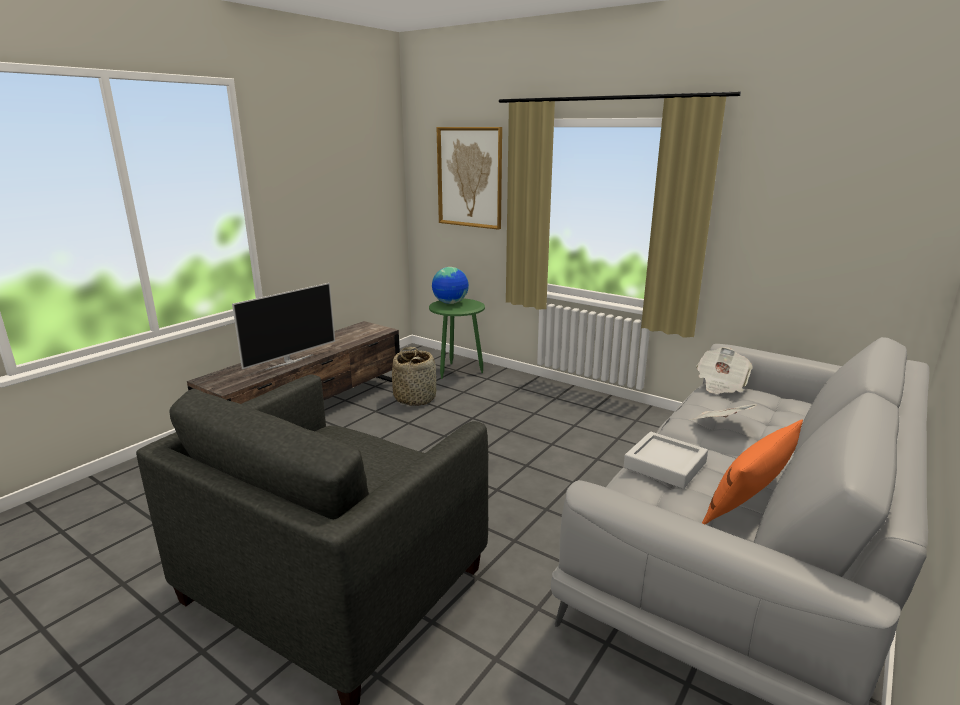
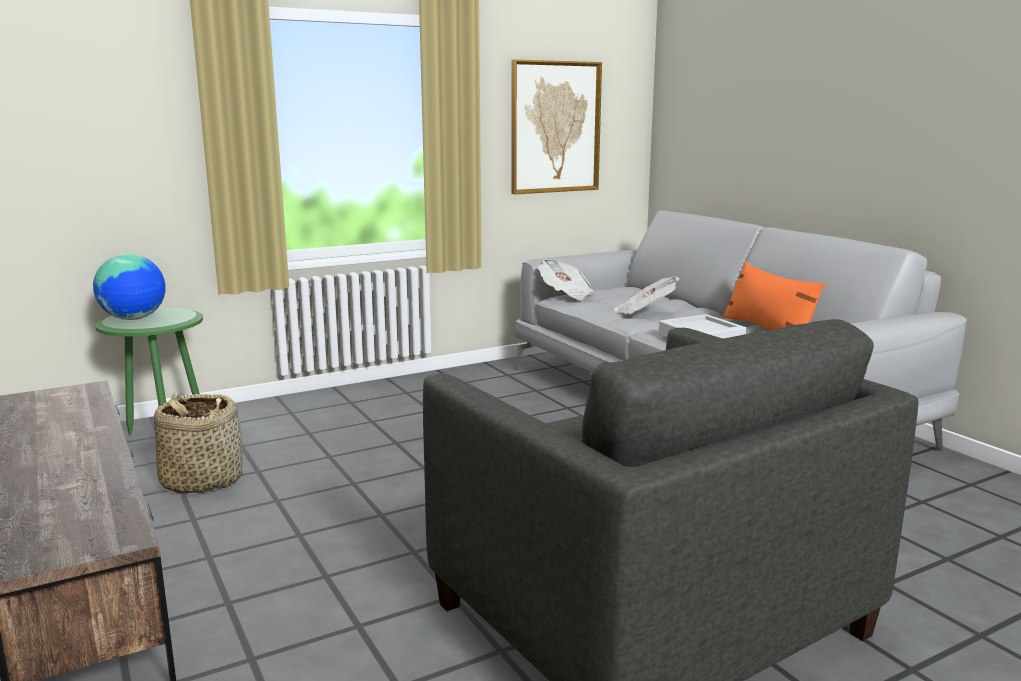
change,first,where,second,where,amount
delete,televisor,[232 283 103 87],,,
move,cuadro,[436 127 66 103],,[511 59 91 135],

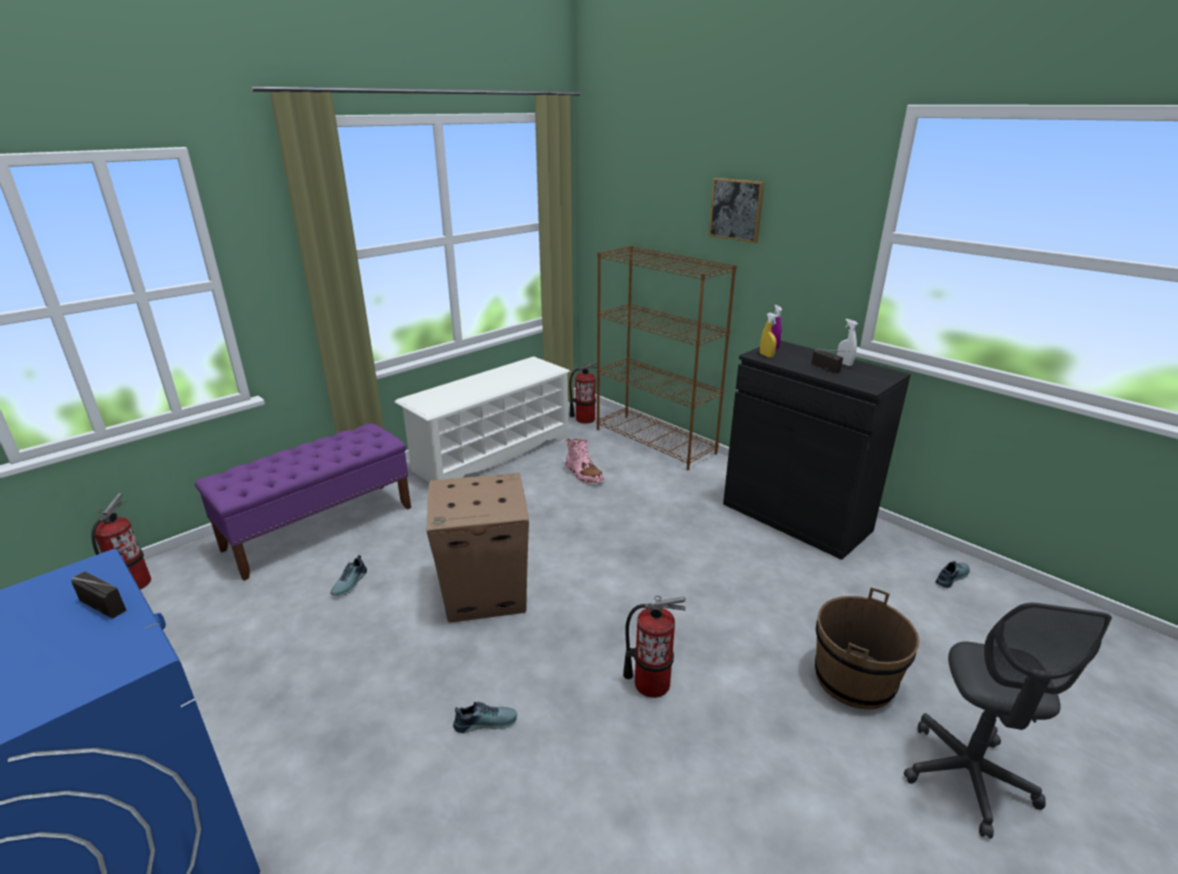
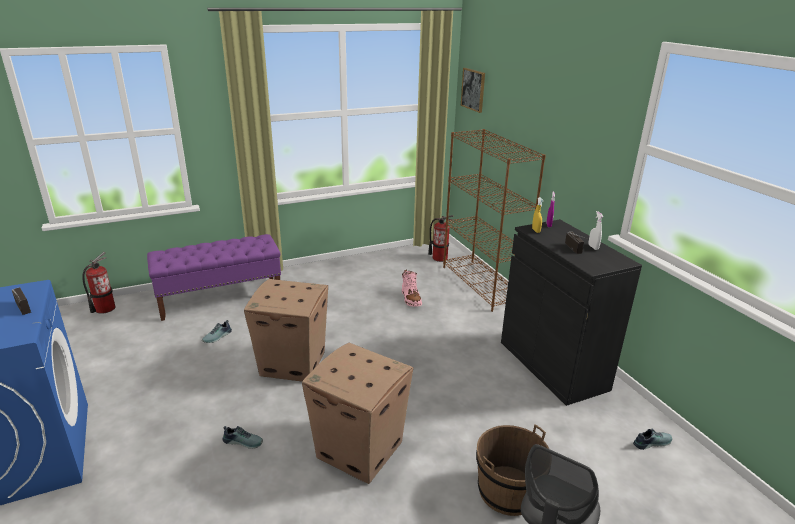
change,first,where,second,where,amount
delete,zapatero (blanco),[395 356 176 126],,,
replace,extintor,[623 596 63 102],caja de cartón,[302 343 112 141],
move,cuadro,[709 178 55 65],,[461 68 24 45],

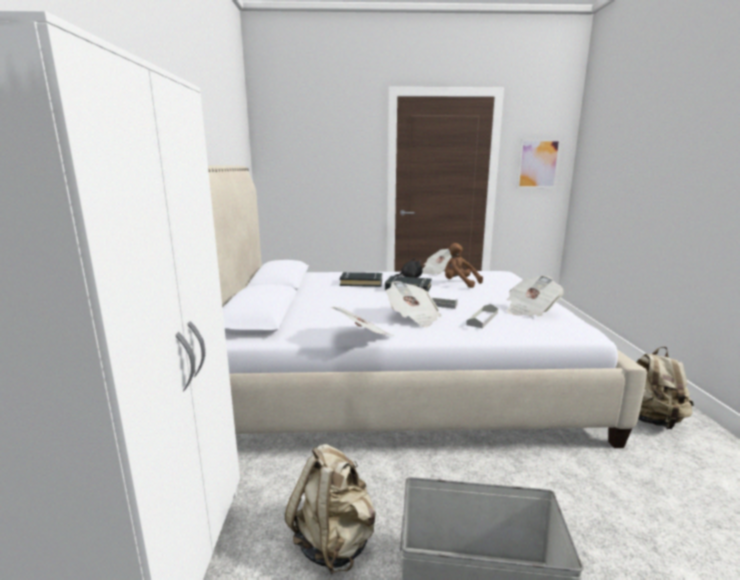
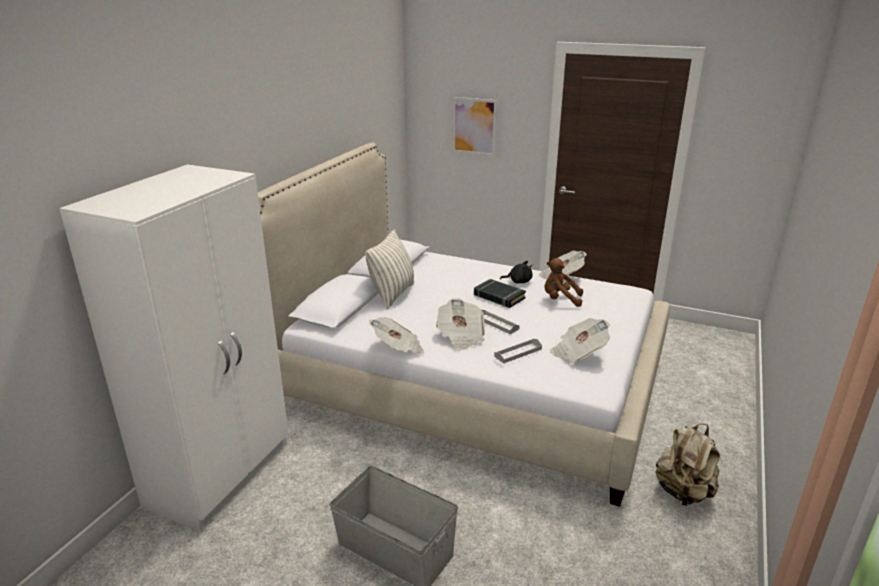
change,first,where,second,where,amount
delete,mochila (beis),[285 444 91 130],,,
delete,libro (negro),[340 272 42 15],,,
rotate,peluche (marrón),[445 243 38 45],,[545 258 38 49],45 degrees counterclockwise
move,cuadro,[516 139 45 50],,[452 97 45 59],
insert,,,cojín,[365 229 49 80],

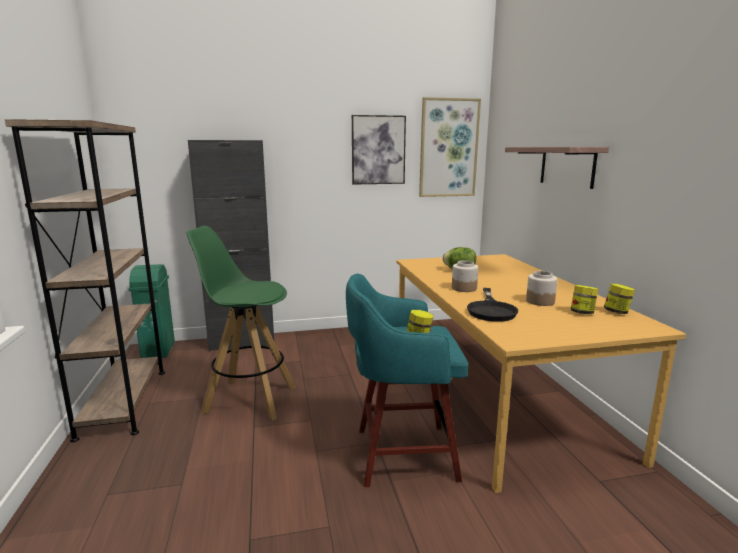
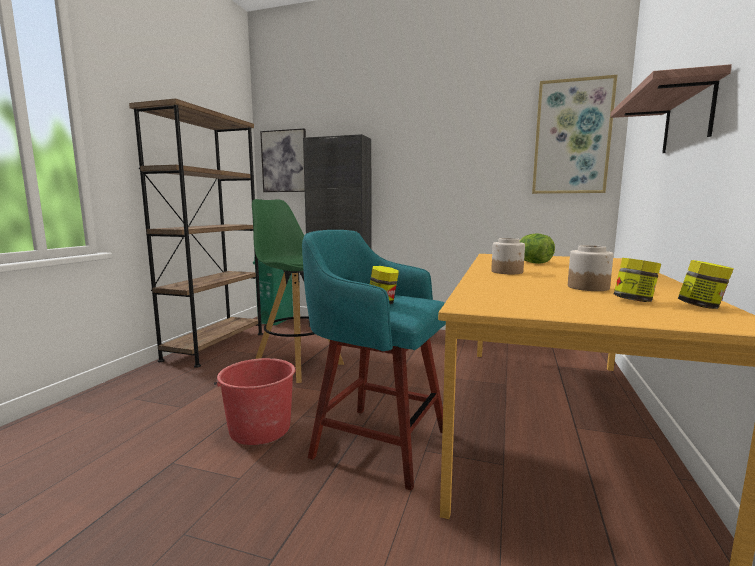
change,first,where,second,where,amount
move,cuadro,[352 115 54 70],,[260 128 46 64],
delete,sartén (negro),[467 288 51 34],,,
insert,,,cubo (rojo),[214 358 82 87],

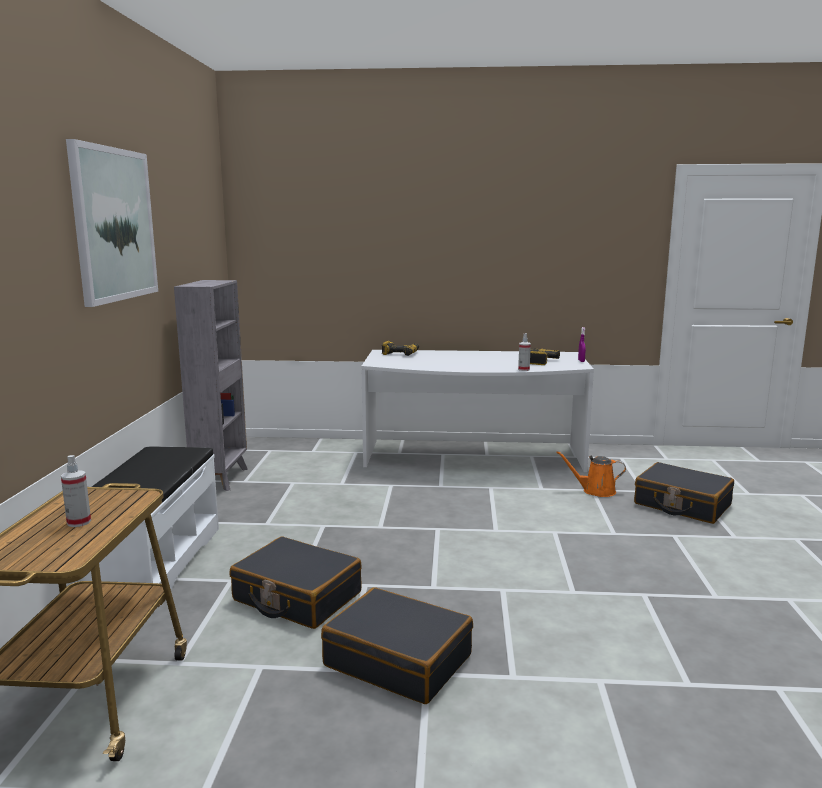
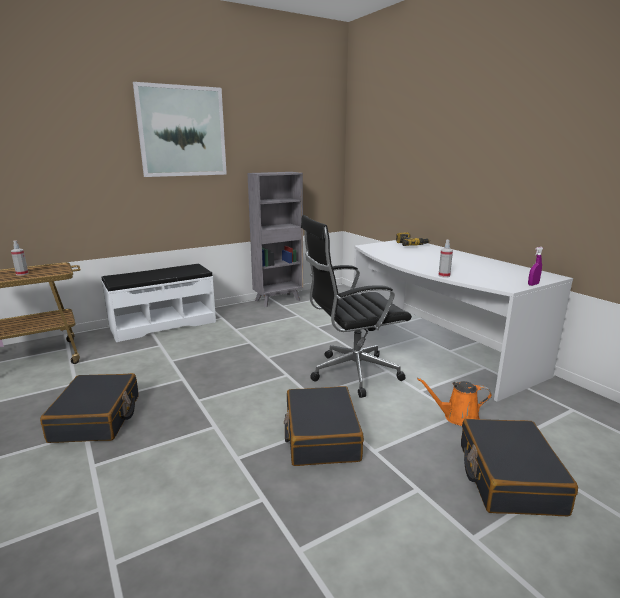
change,first,where,second,where,amount
move,maleta (negro),[229 537 133 92],,[284 386 80 80],
delete,taladro,[530 349 30 16],,,
rotate,regadera (naranja),[556 451 70 46],,[417 378 75 48],60 degrees counterclockwise
insert,,,silla de oficina (negro),[301 215 111 183],

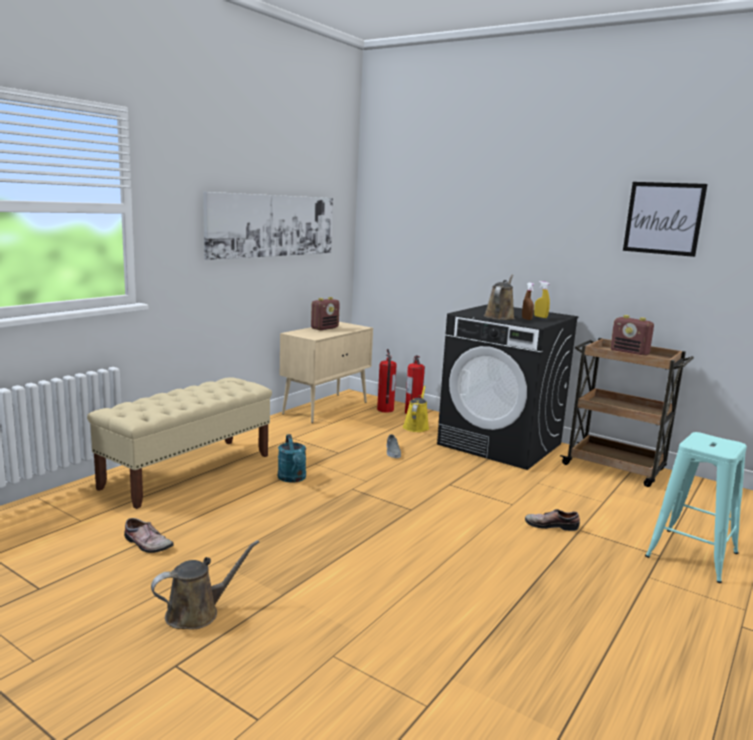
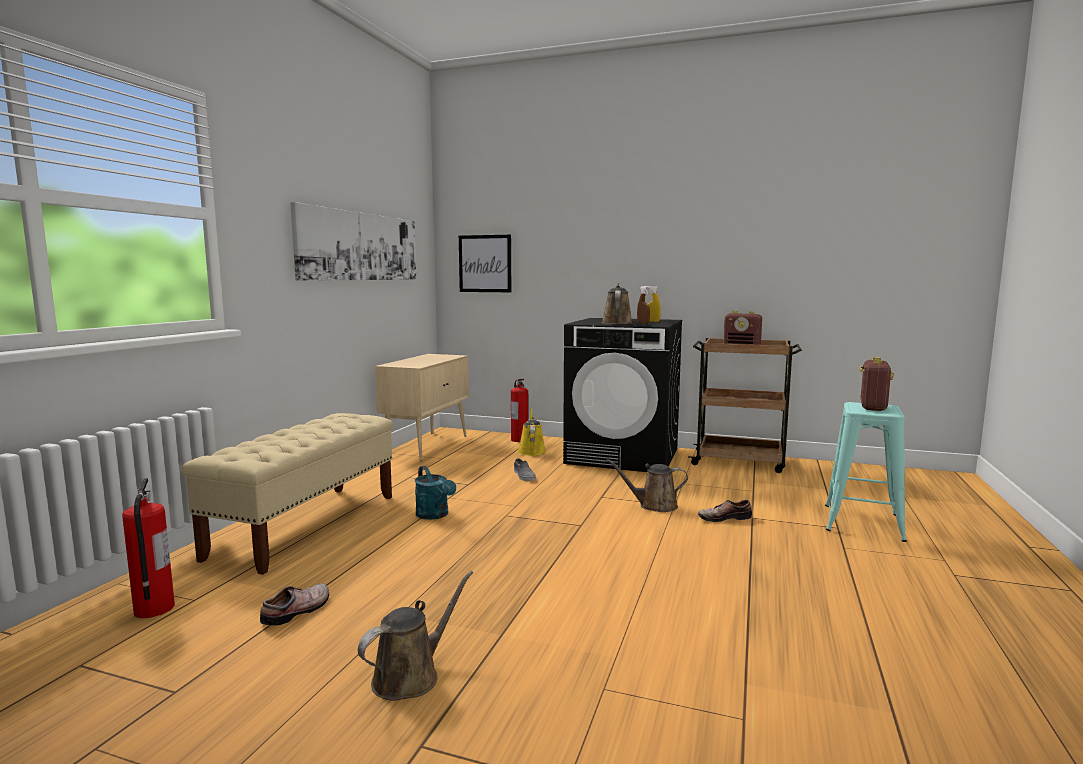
change,first,where,second,where,amount
rotate,zapato,[124 518 50 35],,[260 583 69 43],75 degrees counterclockwise
move,radio,[311 297 29 33],,[860 357 34 54],
move,extintor,[377 349 20 64],,[122 478 53 140],
move,cuadro,[623 182 85 75],,[459 235 52 57],
insert,,,regadera (marrón),[607 459 81 53],

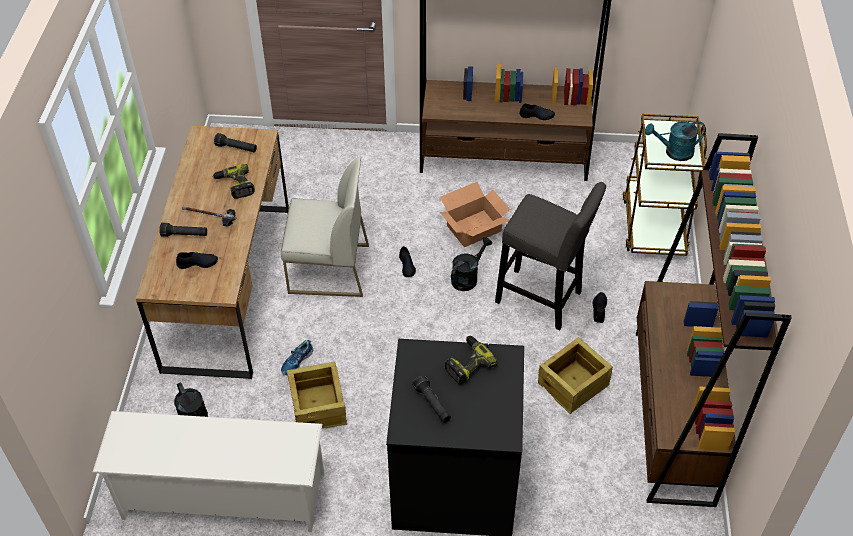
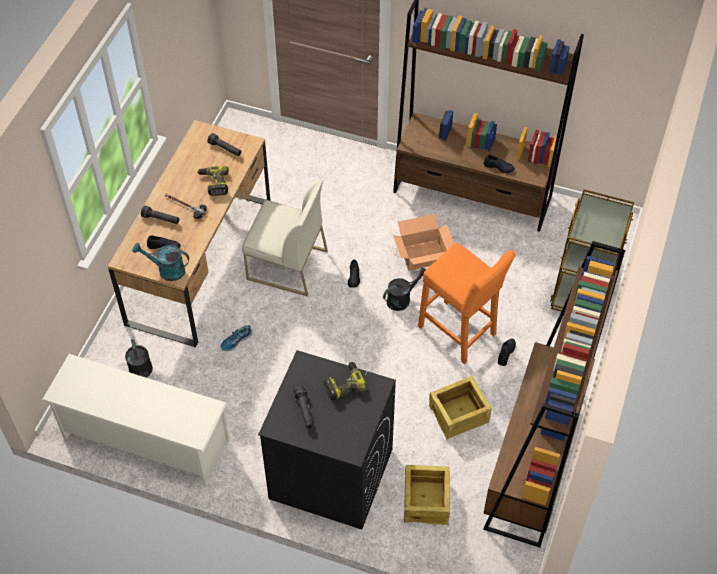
change,first,where,second,where,amount
move,caja de embalaje,[287 362 60 66],,[404 465 46 60],
recolor,taburete (gris),[495 182 111 148],taburete (naranja),[418 243 98 121],
move,regadera (turquesa),[645 121 61 40],,[132 243 57 38],

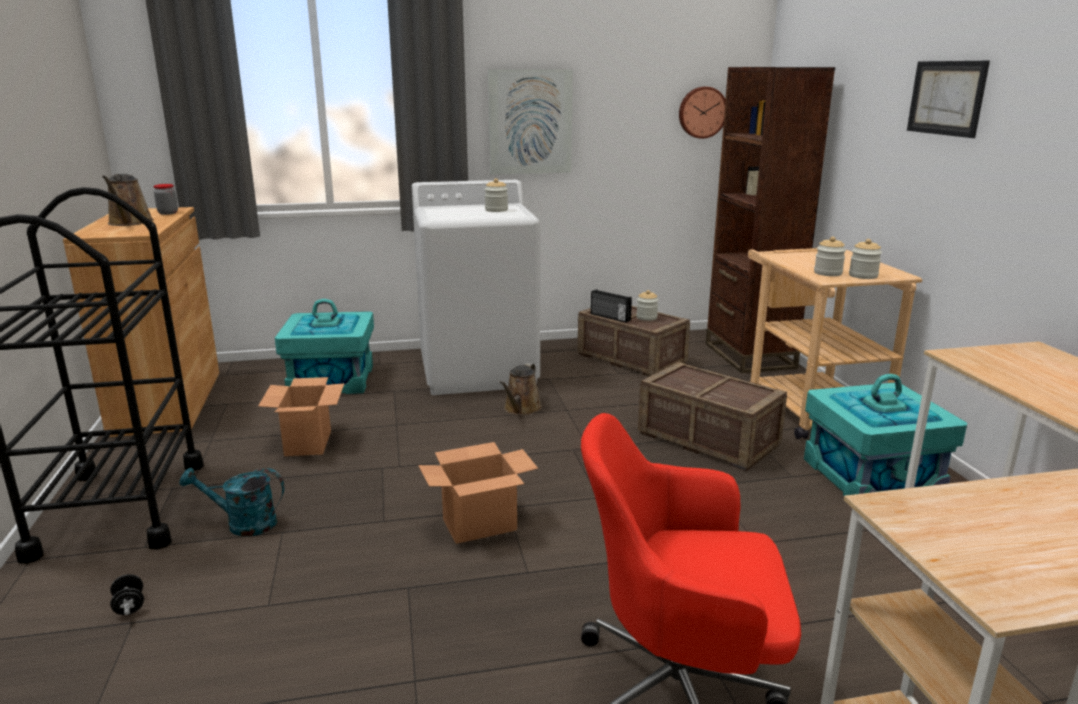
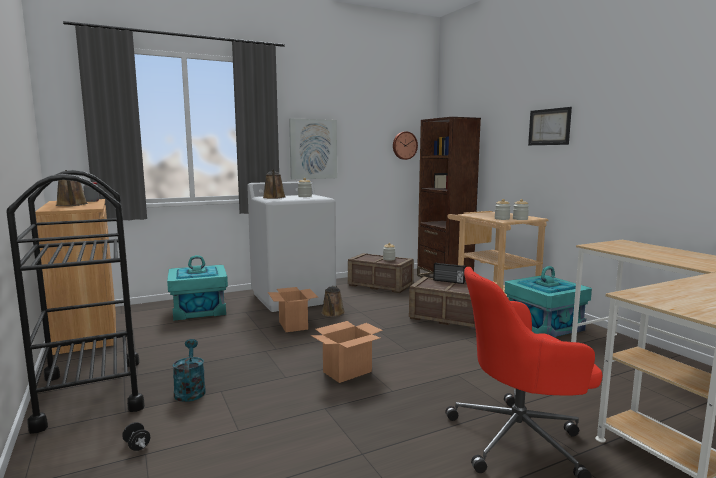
change,first,where,second,where,amount
rotate,regadera (turquesa),[180 467 104 69],,[173 339 33 63],90 degrees clockwise
move,caja de cartón,[258 377 86 79],,[268 287 50 45],
move,radio,[591 289 41 34],,[433 263 33 21],
insert,,,regadera (marrón),[263 169 22 30],

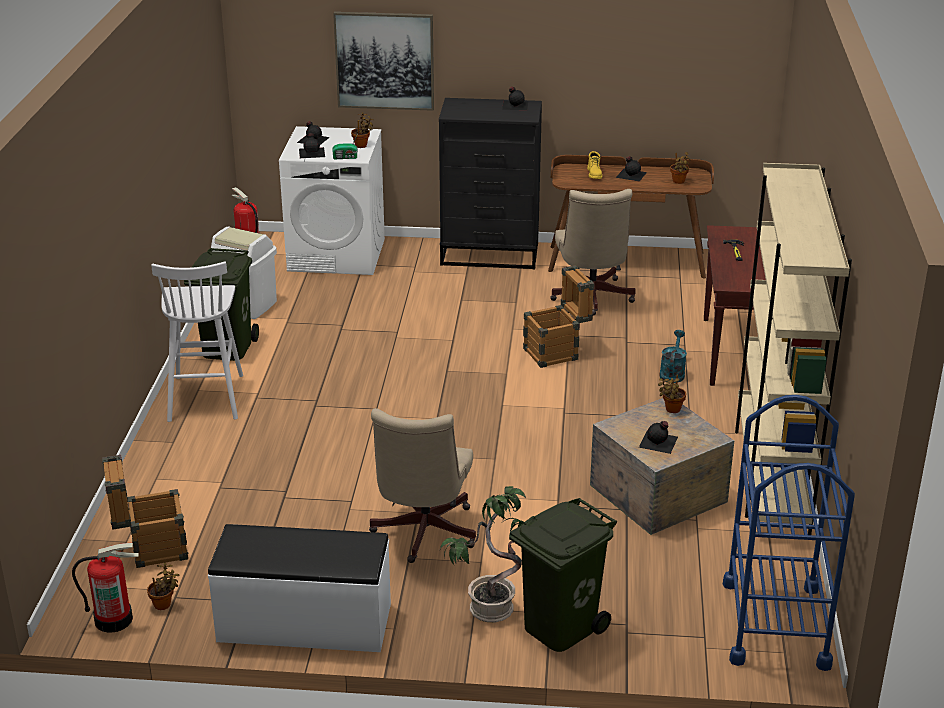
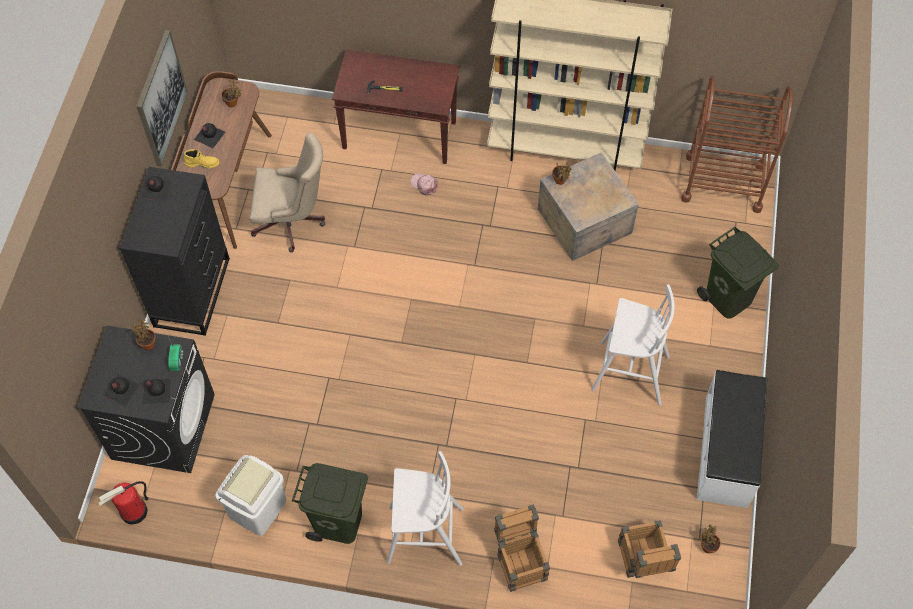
change,first,where,second,where,amount
delete,extintor,[72 543 67 90],,,
recolor,lavadora (blanco),[279 126 106 149],lavadora (negro),[77 325 138 148],
move,cuadro,[333 12 101 99],,[136 30 52 136],
replace,silla de oficina (beis),[369 408 107 155],taburete (blanco),[591 284 84 121],
delete,planta en maceta,[440 486 86 136],,,
move,caja de embalaje,[523 265 71 103],,[494 504 56 88],
delete,botella (negro),[639 421 39 33],,,
replace,regadera (turquesa),[659 330 28 53],gorra (rosa),[410 173 28 22],
recolor,carrito (azul),[723 395 132 276],carrito (marrón),[681 76 112 137],

